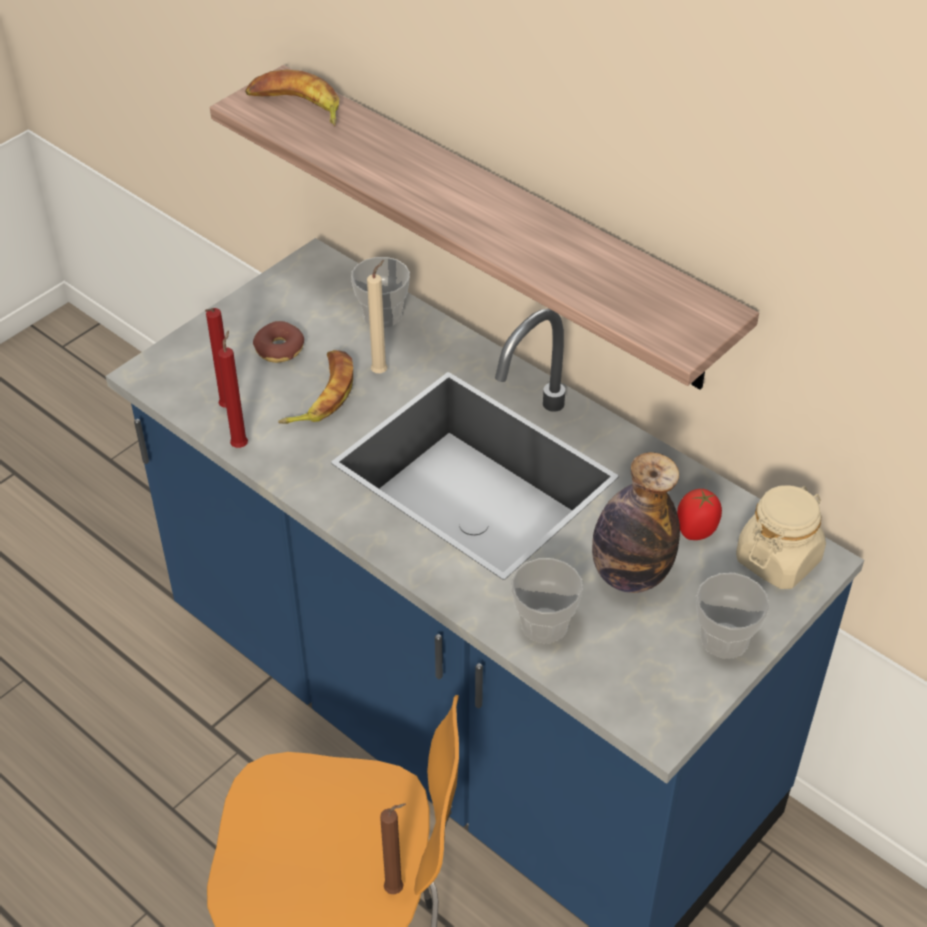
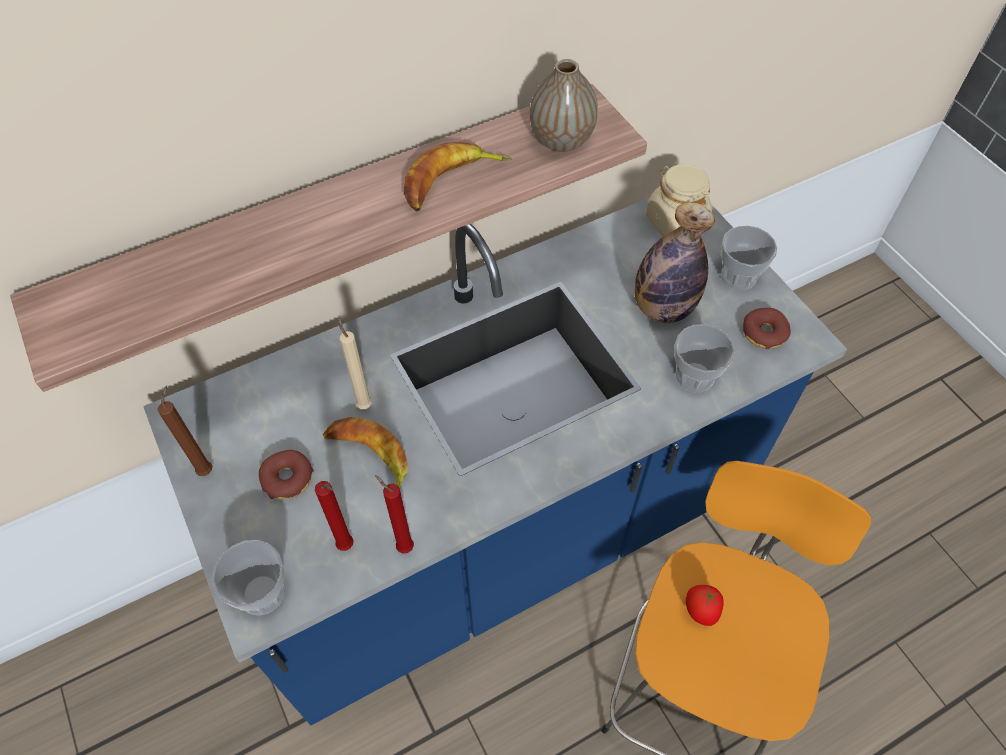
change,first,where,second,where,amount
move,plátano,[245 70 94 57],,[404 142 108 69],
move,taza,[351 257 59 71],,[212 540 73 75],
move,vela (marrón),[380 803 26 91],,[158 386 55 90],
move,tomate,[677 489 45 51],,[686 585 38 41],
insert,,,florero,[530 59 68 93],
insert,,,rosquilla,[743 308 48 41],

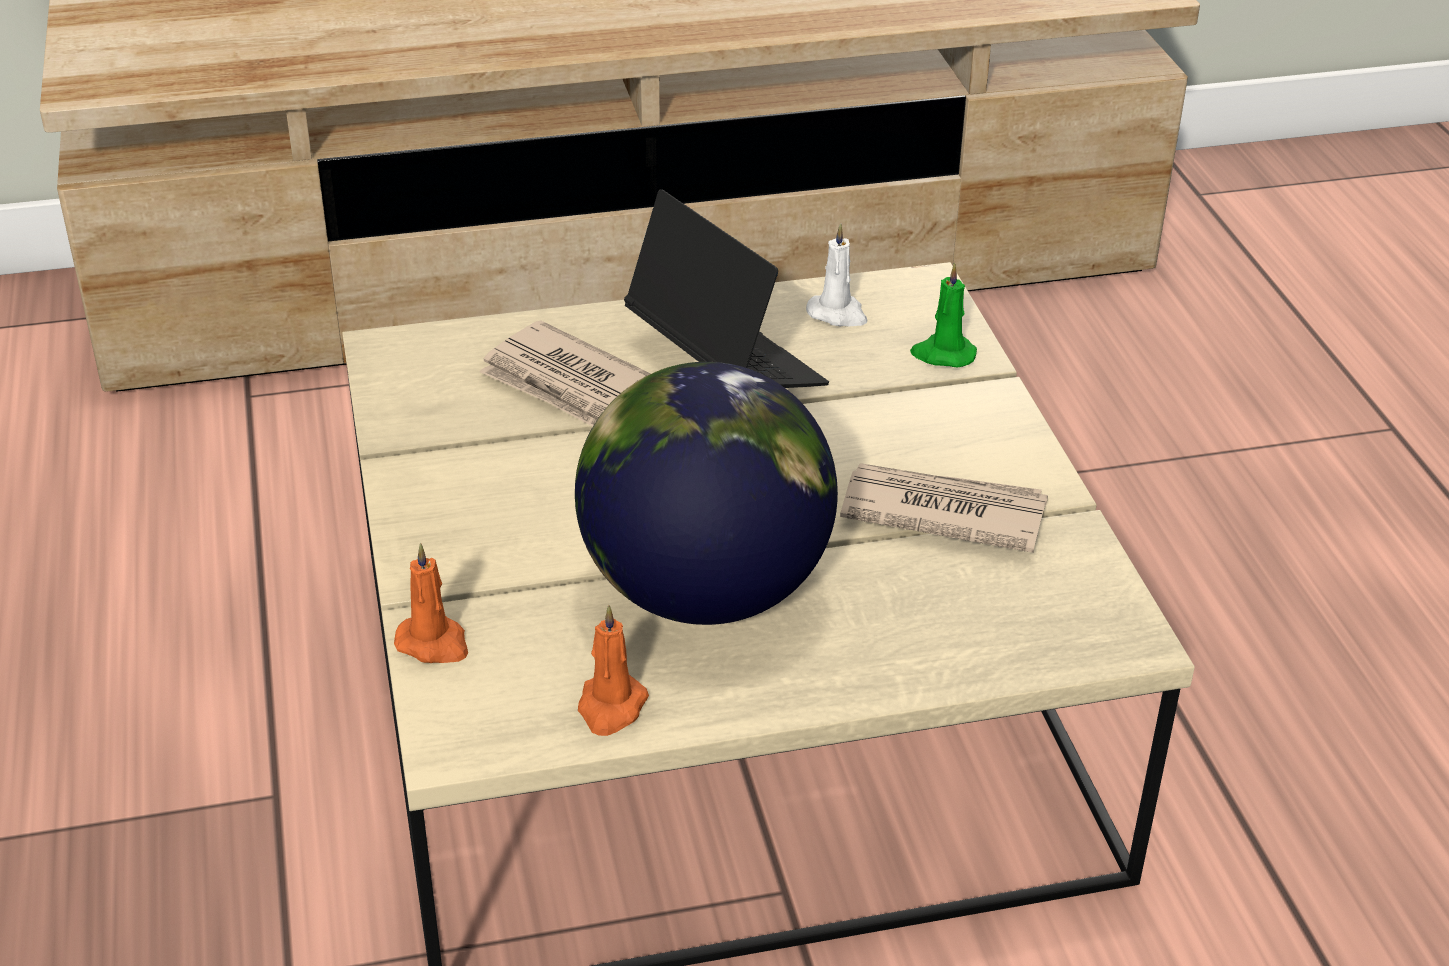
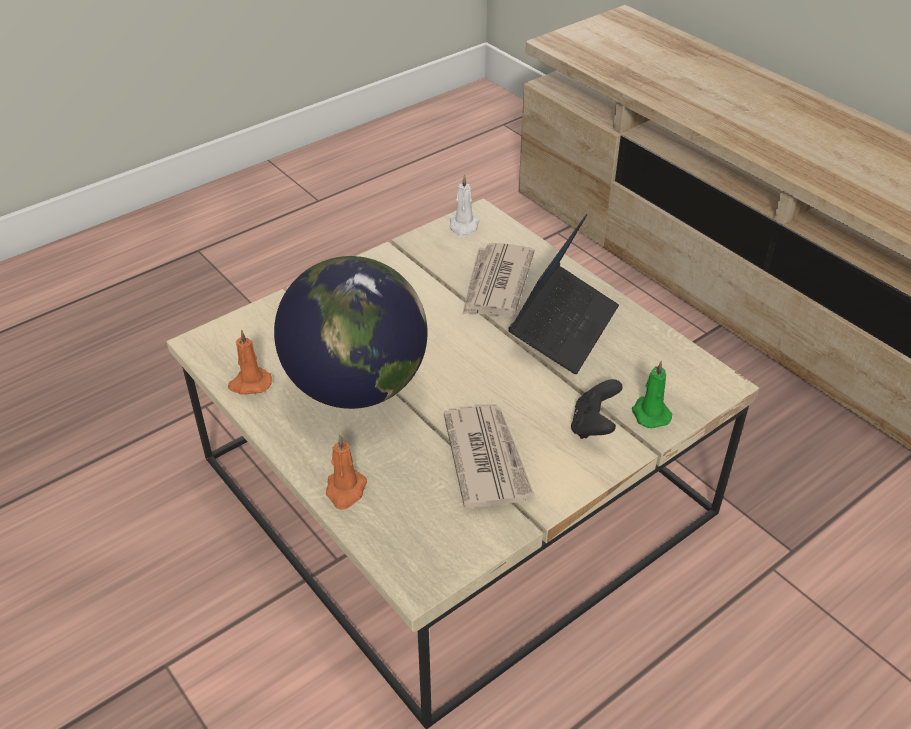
change,first,where,second,where,amount
move,vela (naranja),[394 543 74 120],,[326 435 41 75],
move,vela (blanco),[806 223 61 103],,[450 175 30 62],
insert,,,mando de consola (negro),[571 379 52 60],

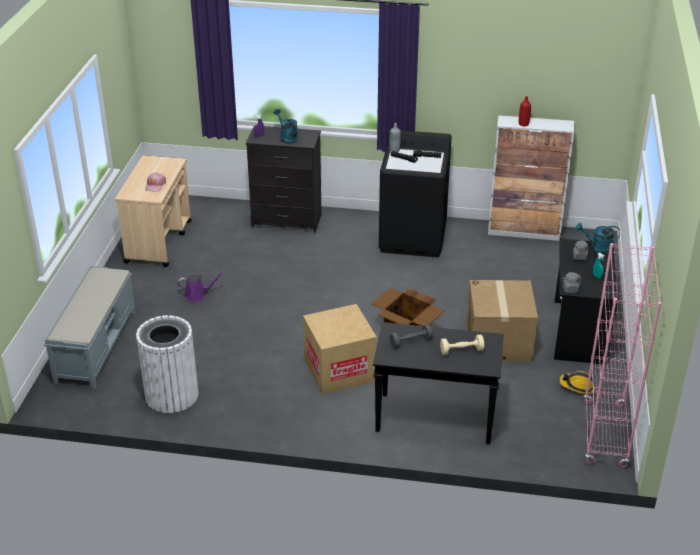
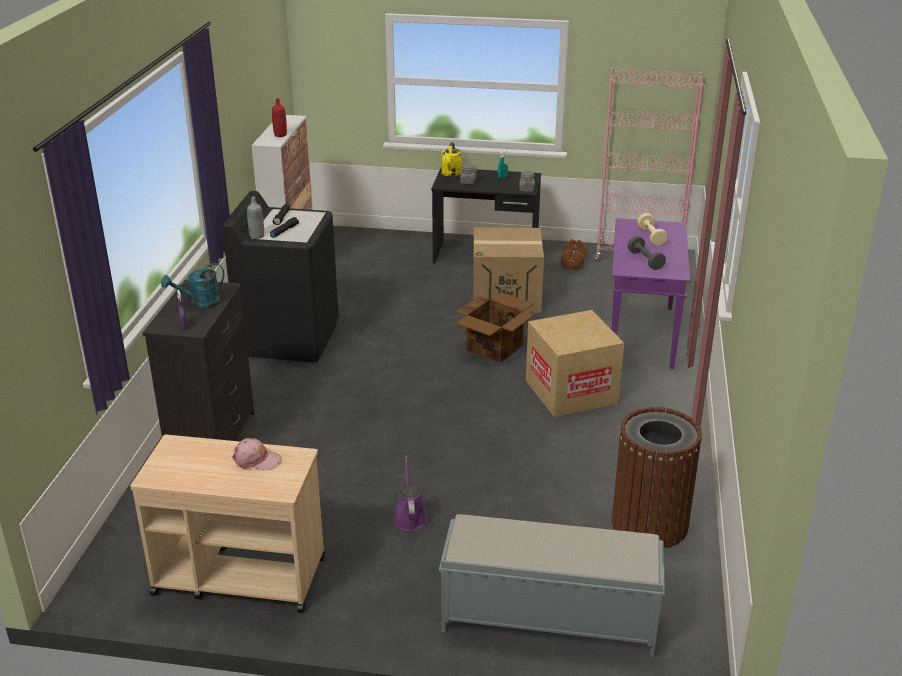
change,first,where,second,where,amount
recolor,papelera (blanco),[136 315 62 98],papelera (marrón),[612 407 90 141],
recolor,mesa consola (negro),[373 322 131 122],mesa consola (morado),[612 218 78 151],
replace,casco,[560 371 35 23],mancuerna (marrón),[561 239 26 31],
recolor,regadera (turquesa),[575 223 45 31],regadera (amarillo),[441 142 20 34],

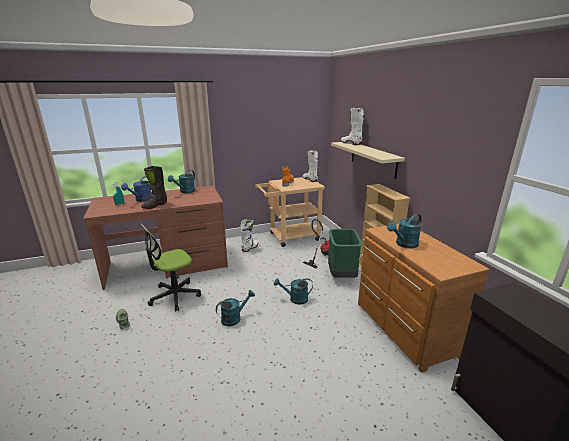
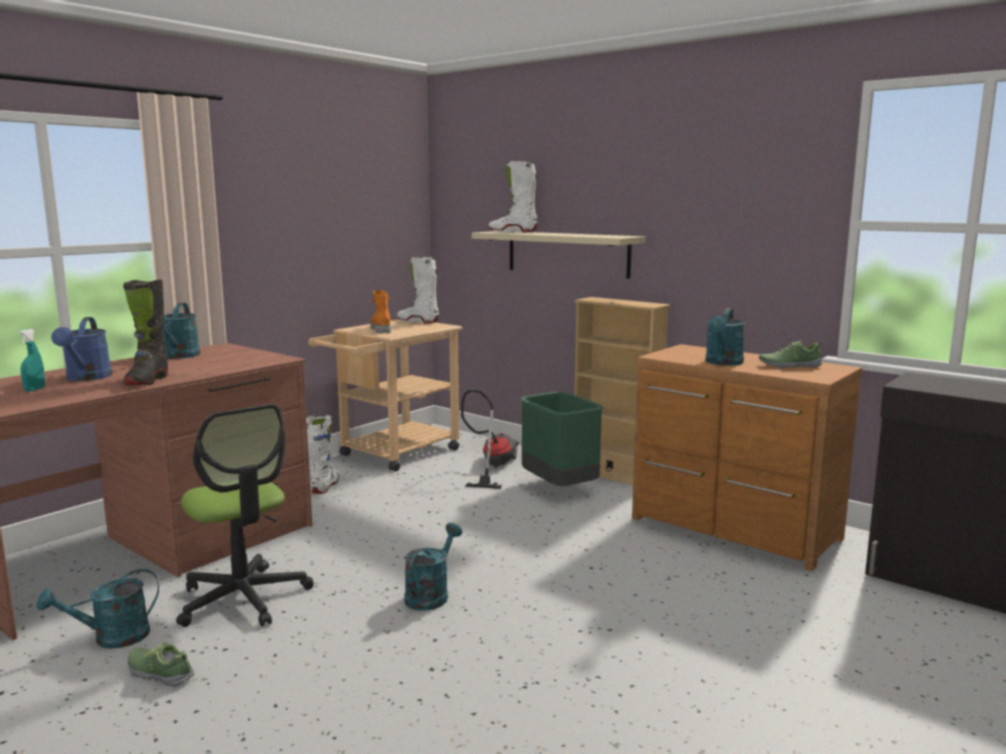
change,first,where,second,where,amount
rotate,silla de oficina,[141 224 60 88],,[176 404 138 223],60 degrees counterclockwise
move,regadera (turquesa),[274 278 39 26],,[37 569 122 80],
insert,,,zapato,[759 341 63 27],

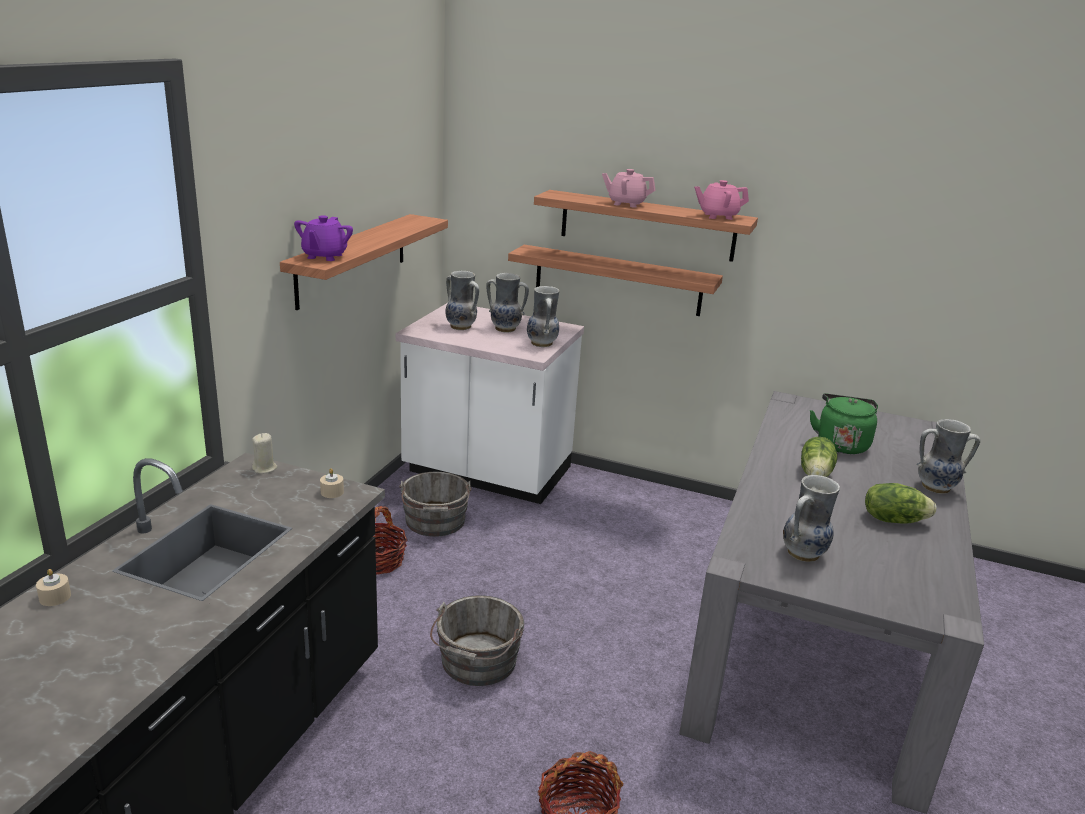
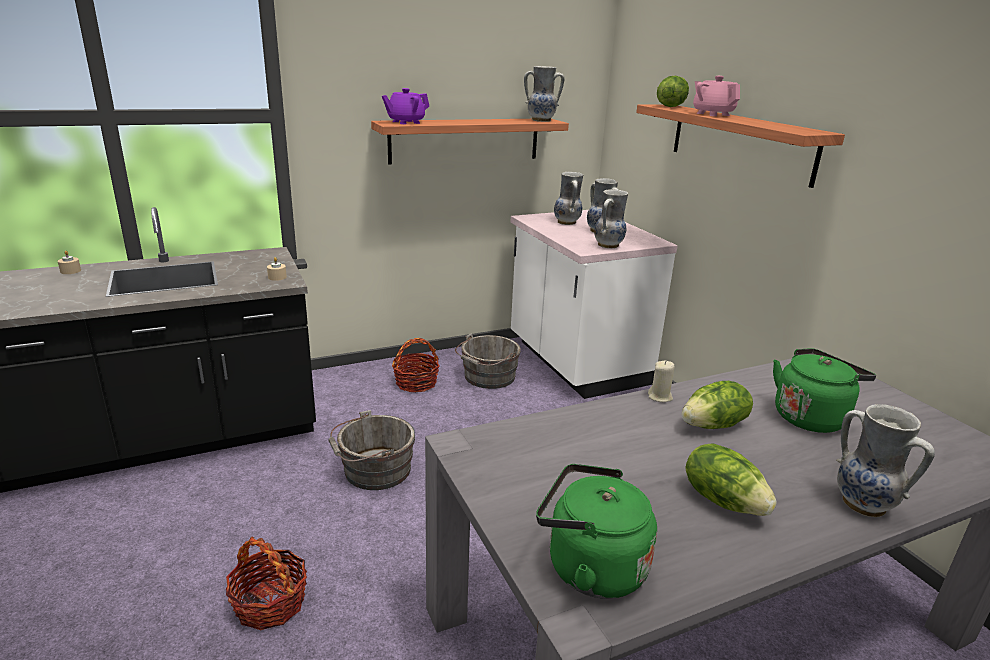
change,first,where,second,where,amount
move,vela (beis),[252 433 25 41],,[648 361 27 41],
delete,estante,[508 245 215 71],,,
delete,tetera (rosa),[694 180 55 40],,,
move,florero,[783 475 57 87],,[524 66 41 56],
insert,,,hervidor (verde),[536 464 121 135],
insert,,,lechuga,[657 76 32 31],

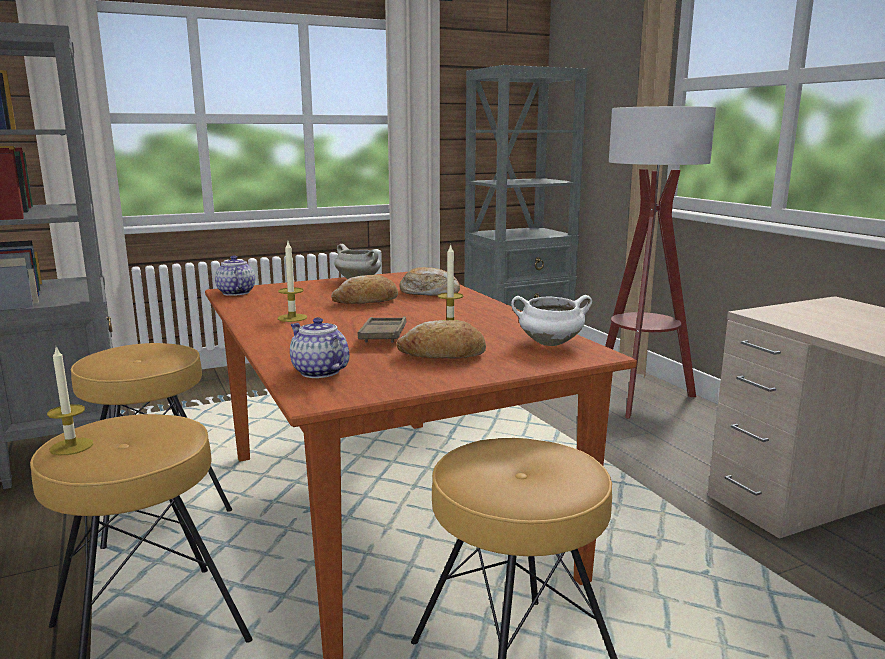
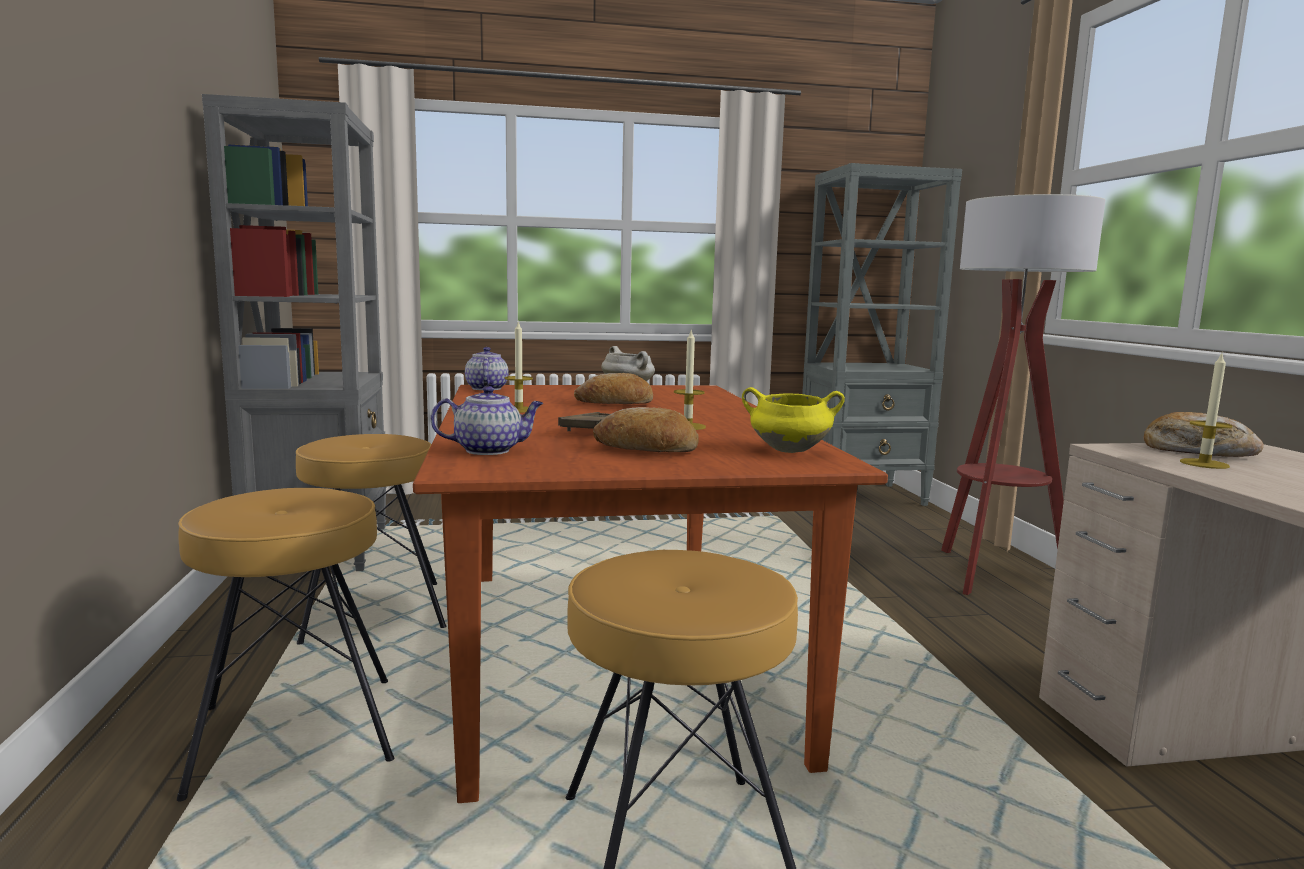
change,first,where,second,where,amount
move,vela,[47 347 46 108],,[1180 354 52 115],
rotate,tetera,[290 317 59 61],,[431 386 112 69],105 degrees clockwise
move,pan,[399 267 61 29],,[1144 412 119 45],
recolor,olla (blanco),[511 295 81 51],olla (amarillo),[742 387 103 66],

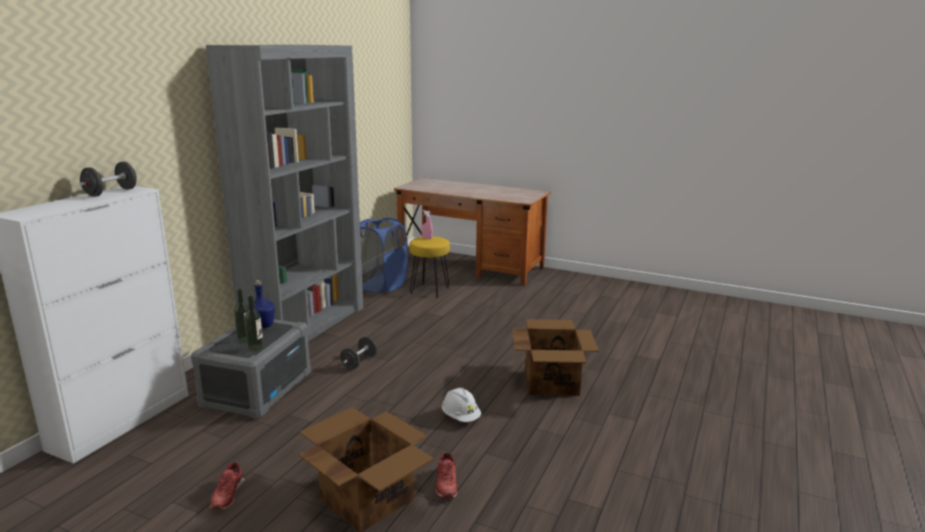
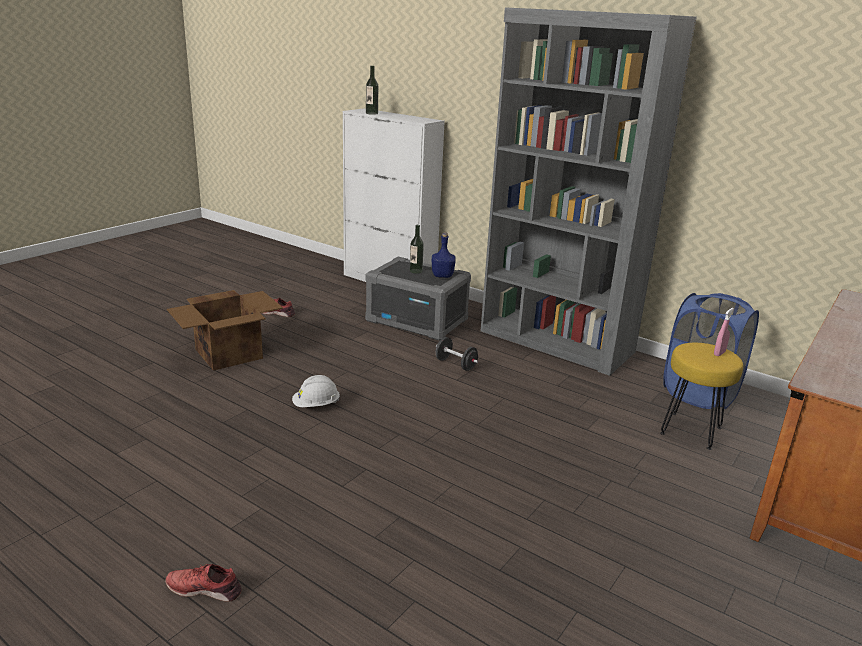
change,first,where,second,where,amount
delete,mancuerna (negro),[79 162 58 35],,,
move,botella,[244 295 19 56],,[366 66 12 49],
move,zapato (rojo),[436 453 21 45],,[166 564 76 38],
delete,caja de cartón,[512 319 87 77],,,

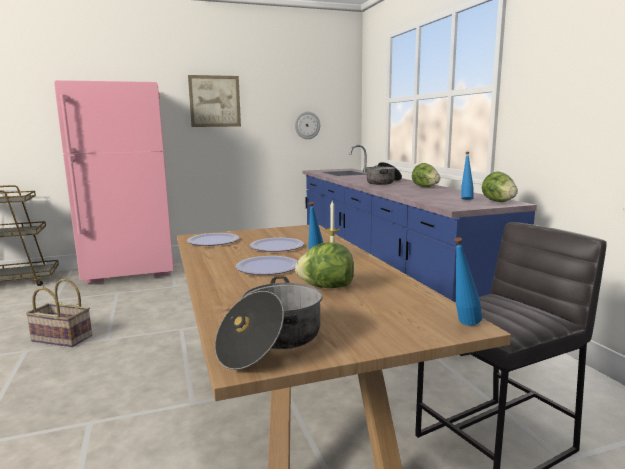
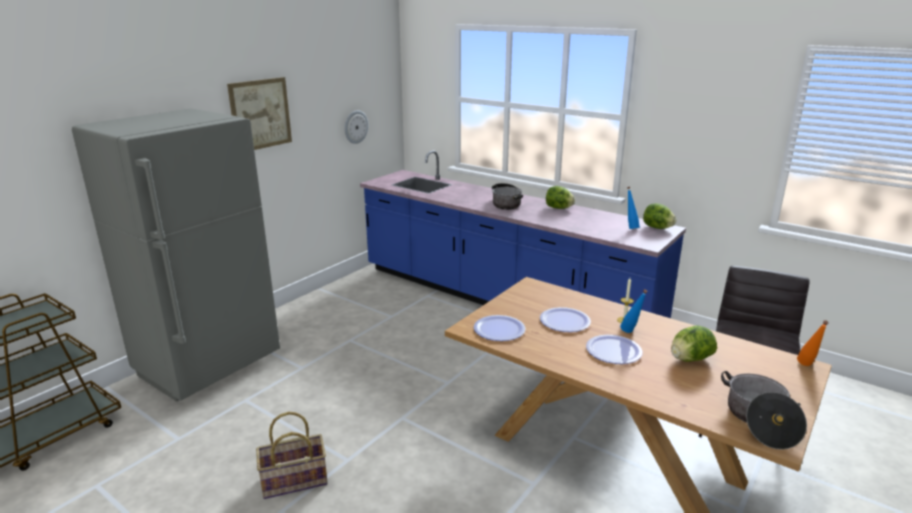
change,first,where,second,where,amount
recolor,nevera (rosa),[54 80 120 204],nevera (gris),[72 108 208 293],
recolor,botella (azul),[454 237 28 89],botella (naranja),[797 320 32 46],

